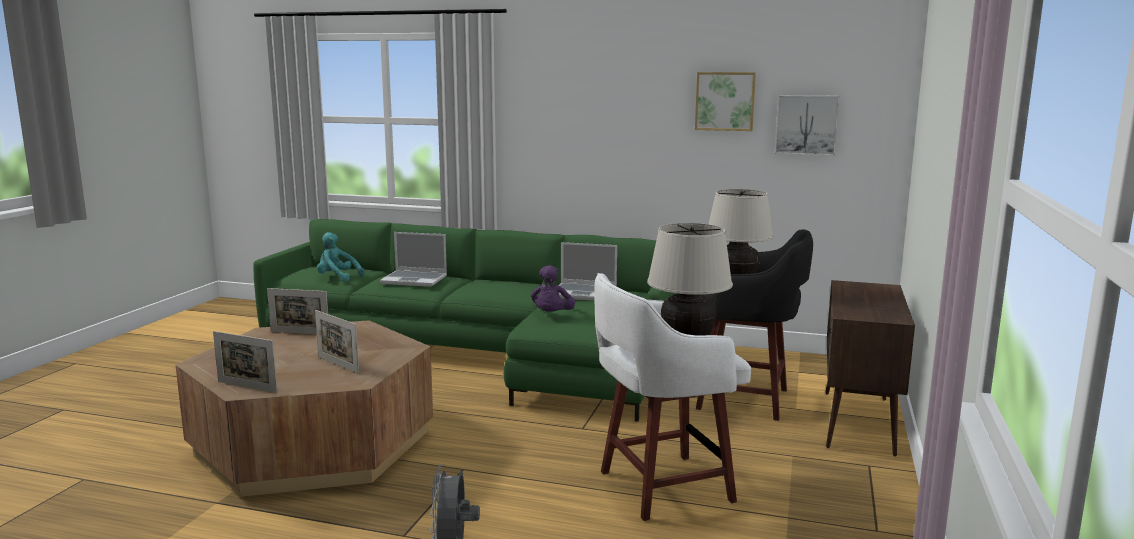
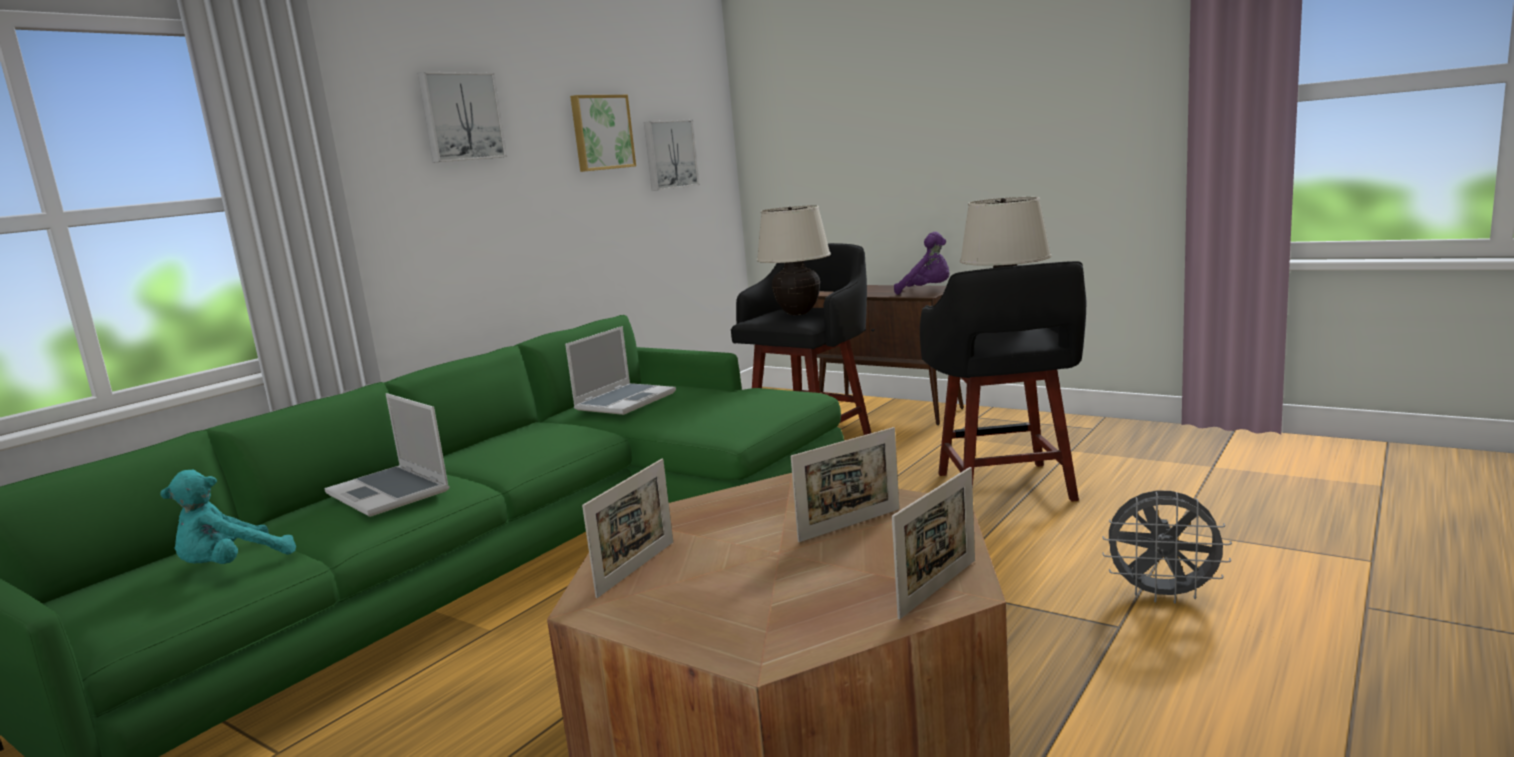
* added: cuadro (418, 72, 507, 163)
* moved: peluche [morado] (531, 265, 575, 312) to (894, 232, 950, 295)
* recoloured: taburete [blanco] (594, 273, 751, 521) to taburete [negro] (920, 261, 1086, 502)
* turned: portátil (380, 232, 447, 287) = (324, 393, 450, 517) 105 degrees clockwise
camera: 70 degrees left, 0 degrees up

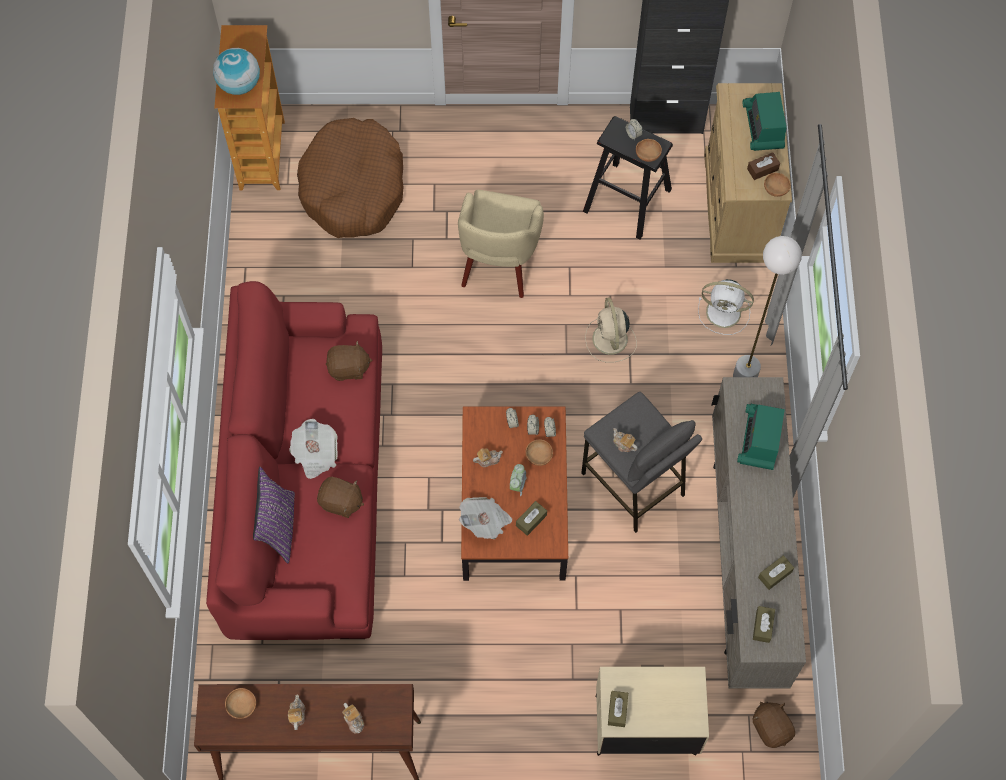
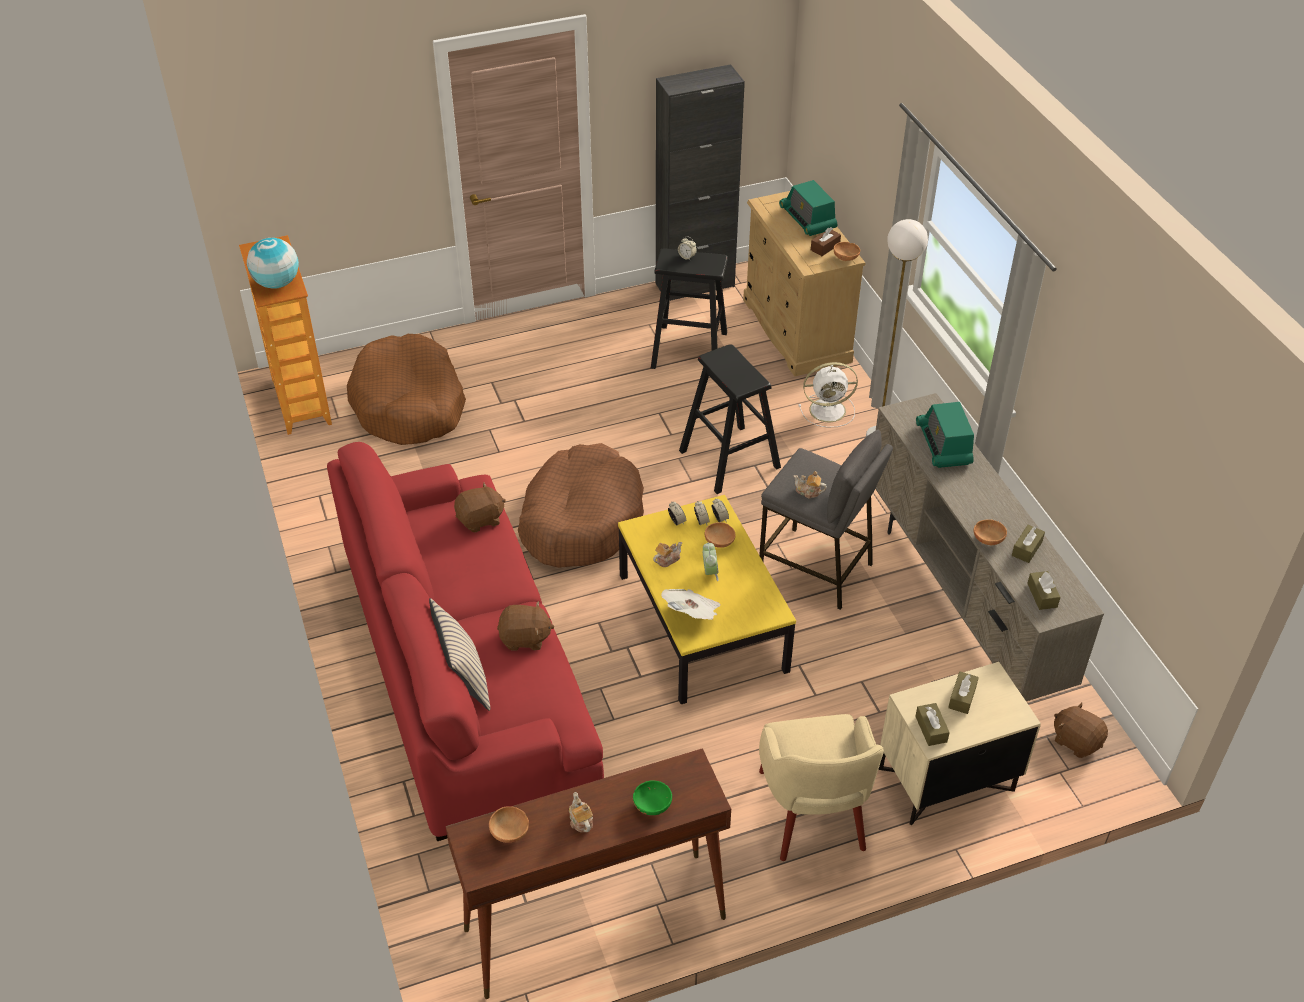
* removed: periódico (289, 419, 338, 479)
* added: cama para perro [marrón] (518, 443, 644, 568)
* moved: sillón [beis] (458, 190, 544, 298) to (759, 714, 884, 861)
* moved: caja de pañuelos [marrón] (516, 501, 547, 536) to (948, 671, 979, 714)
* moved: cuenco [marrón] (636, 139, 662, 162) to (974, 519, 1007, 545)
* replaced: tetera (342, 703, 364, 734) to cuenco [verde] (633, 780, 672, 815)
* replaced: ventilador [beis] (585, 297, 637, 363) to taburete [negro] (679, 344, 781, 494)
* recoloured: cojín [morado] (253, 467, 295, 563) to cojín [beis] (429, 598, 490, 711)
* recoloured: mesa de centro [marrón] (461, 406, 568, 581) to mesa de centro [amarillo] (618, 495, 796, 704)
camera: 20 degrees left, 20 degrees down

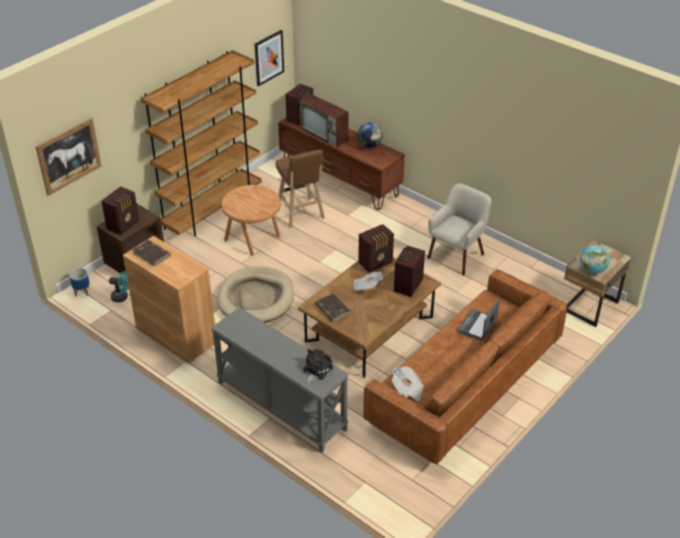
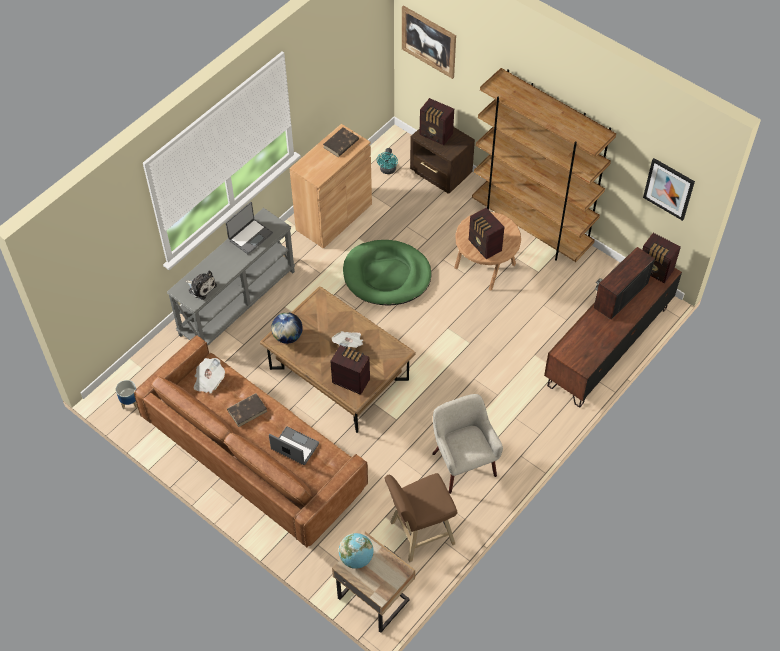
* added: portátil (226, 202, 273, 254)
* moved: maceta (69, 268, 90, 297) to (116, 380, 138, 409)
* moved: taburete [marrón] (276, 150, 325, 227) to (384, 473, 457, 563)
* moved: libro [marrón] (315, 293, 350, 322) to (227, 393, 268, 427)
* moved: globo terráqueo (357, 122, 383, 148) to (271, 312, 303, 344)
* moved: radio (358, 224, 394, 273) to (469, 208, 504, 259)
* recoloured: cama para perro [beis] (217, 266, 294, 323) to cama para perro [verde] (343, 240, 432, 306)
* turned: sillón [beis] (428, 184, 491, 276) = (432, 394, 503, 494) 150 degrees counterclockwise
camera: 90 degrees right, 15 degrees up

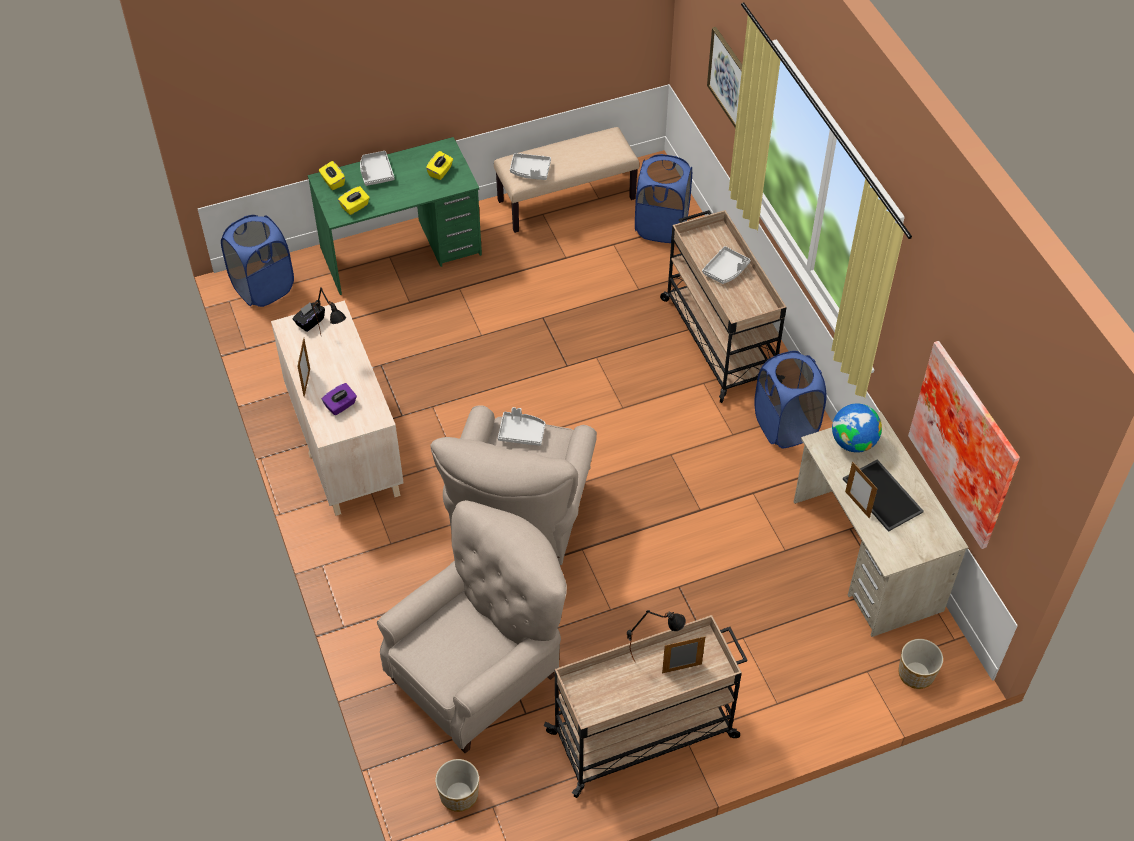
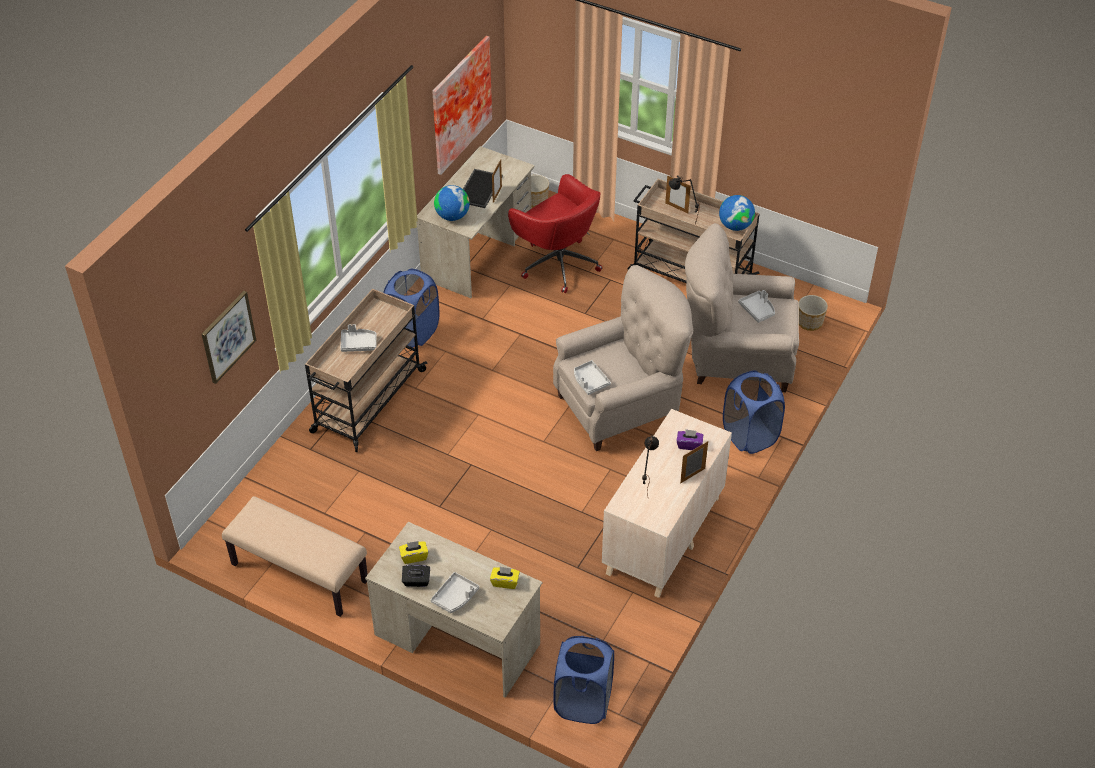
* removed: caja de pañuelos [amarillo] (319, 161, 345, 190)
* added: silla de oficina [rojo] (508, 174, 602, 293)
* added: globo terráqueo (719, 195, 755, 231)
* moved: caja de pañuelos [negro] (293, 302, 325, 332) to (402, 565, 430, 587)
* moved: bandeja [gris] (510, 153, 551, 180) to (738, 290, 775, 323)
* moved: cesto de la ropa [azul] (635, 154, 692, 243) to (723, 370, 785, 454)
* recoloured: escritorio [verde] (308, 137, 482, 295) to escritorio [beis] (365, 522, 542, 698)
camera: 130 degrees left, 5 degrees down

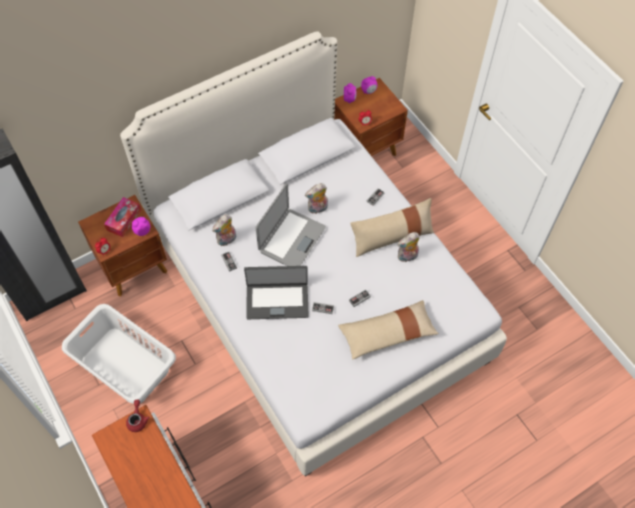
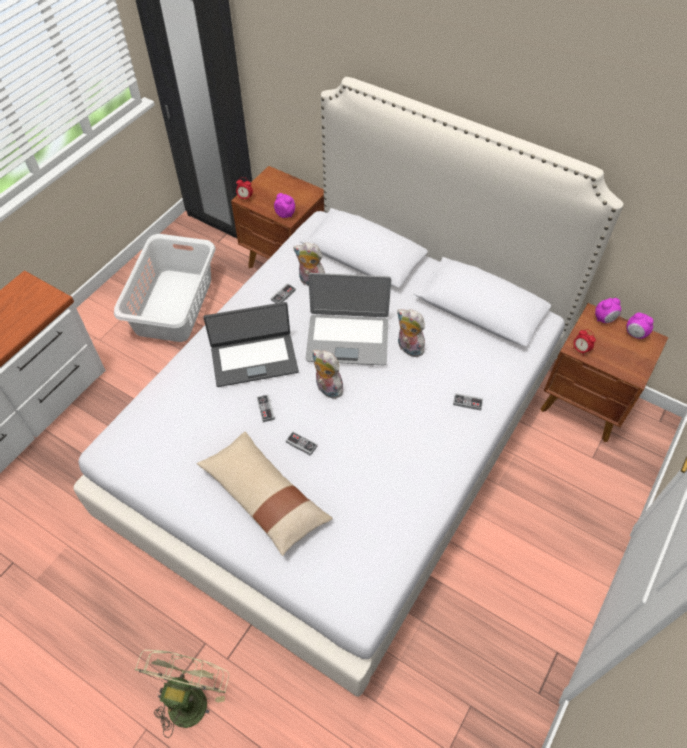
* removed: caja de pañuelos (104, 197, 141, 237)
* removed: tetera [rojo] (126, 399, 150, 432)
* removed: cojín [beis] (350, 198, 434, 257)
* added: ventilador [verde] (135, 650, 229, 738)
* moved: peluche (397, 232, 420, 263) to (312, 350, 347, 399)
* turned: portátil (244, 266, 309, 319) = (203, 302, 299, 387) 75 degrees counterclockwise
camera: 65 degrees right, 5 degrees down

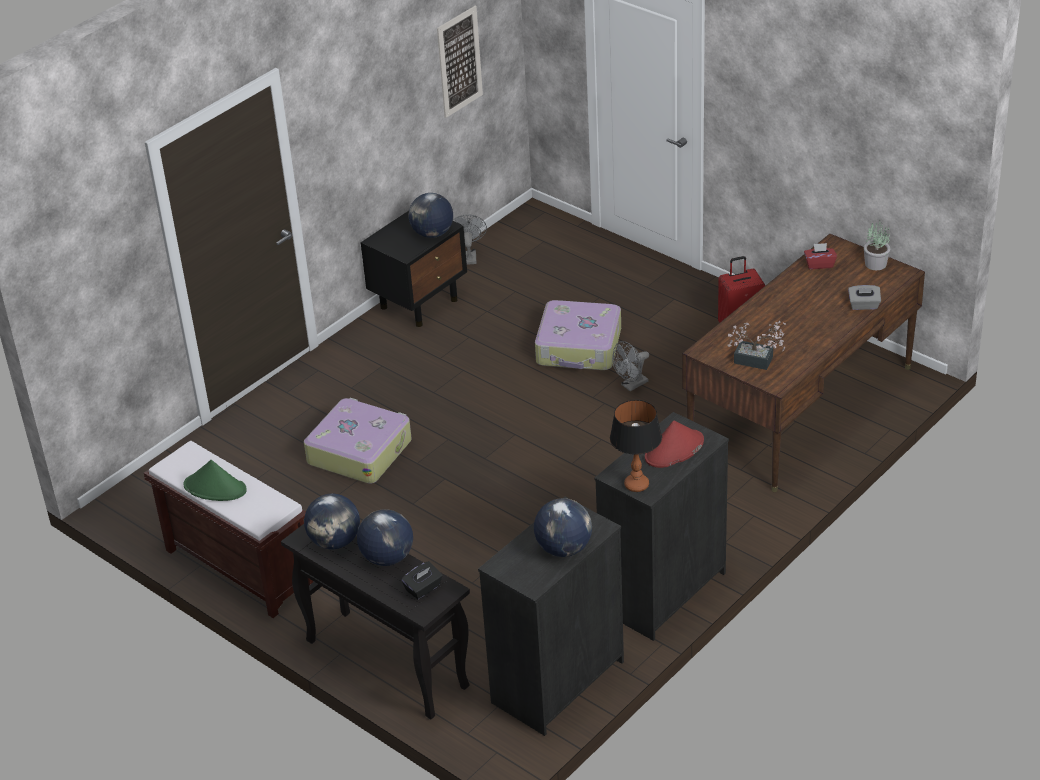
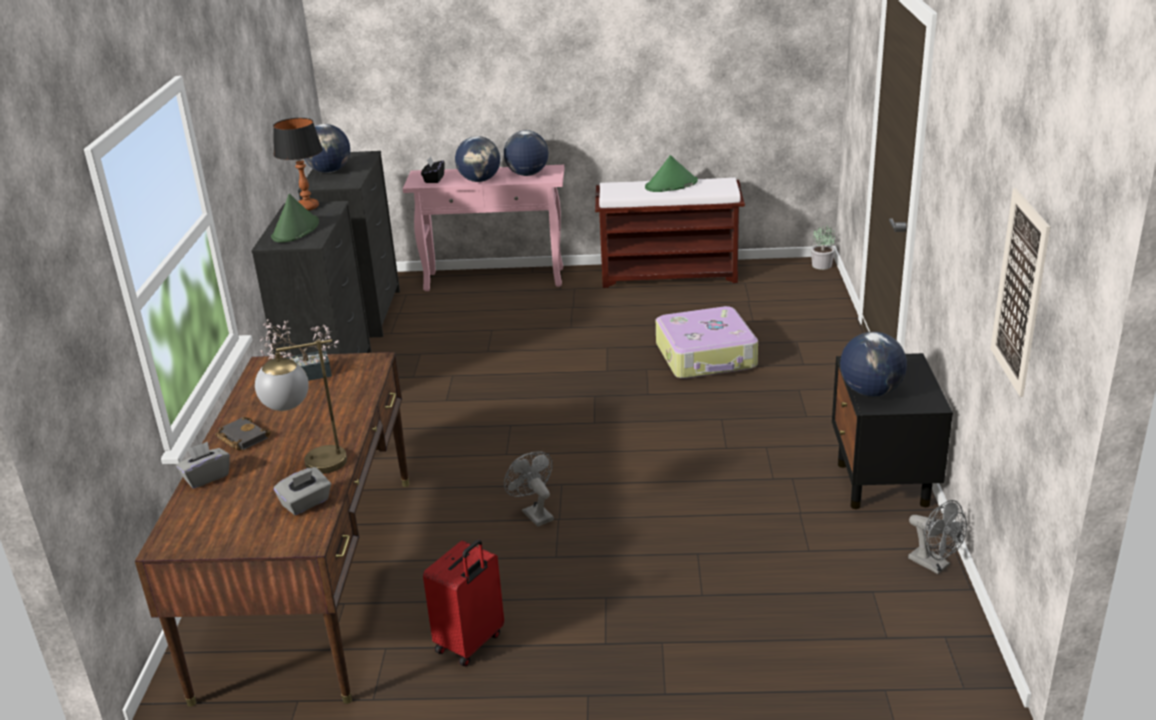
* removed: maleta (535, 300, 621, 370)
* added: libro [negro] (215, 417, 271, 451)
* added: lámpara de mesa (255, 339, 347, 474)
* moved: planta en maceta (864, 222, 890, 270) to (811, 226, 835, 270)
* recoloured: mesa consola [negro] (281, 524, 470, 720) to mesa consola [rosa] (403, 165, 564, 291)
* recoloured: sombrero [rojo] (645, 420, 704, 468) to sombrero [verde] (271, 194, 319, 243)
* recoloured: caja de pañuelos [rojo] (804, 243, 837, 269) to caja de pañuelos [gris] (274, 467, 331, 515)
* turned: ventilador [gris] (612, 341, 649, 391) = (504, 451, 554, 527) 45 degrees counterclockwise
camera: 140 degrees right, 10 degrees down

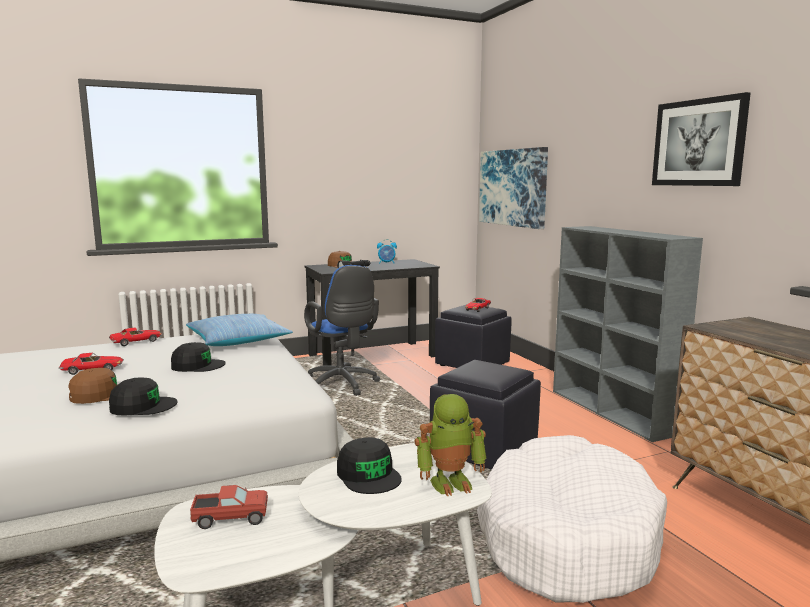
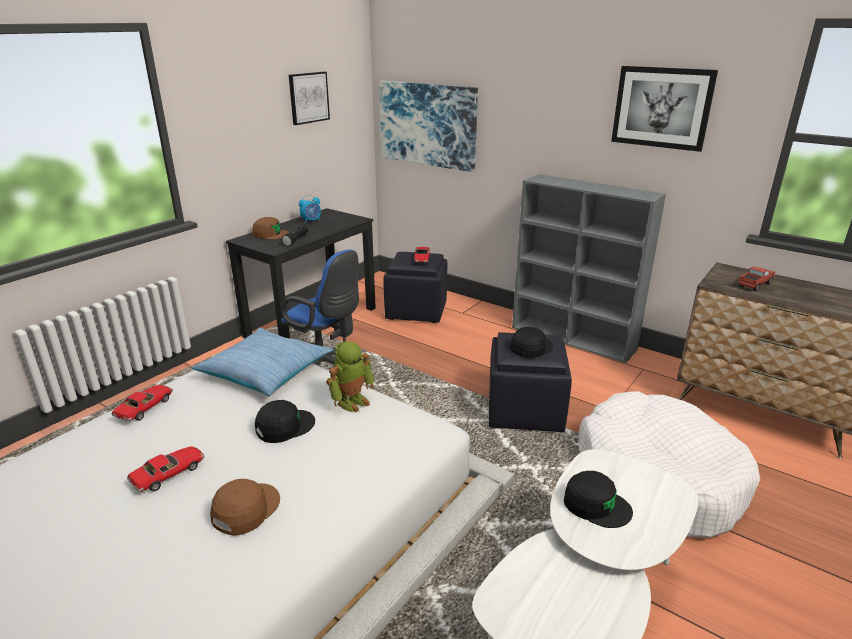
* added: cuadro (289, 72, 330, 125)
* moved: gorra [negro] (109, 377, 178, 416) to (510, 327, 553, 358)
* moved: camión de juguete (190, 485, 268, 529) to (739, 266, 775, 291)
* moved: robot de juguete (415, 394, 487, 496) to (326, 342, 375, 413)
camera: 30 degrees left, 15 degrees up

